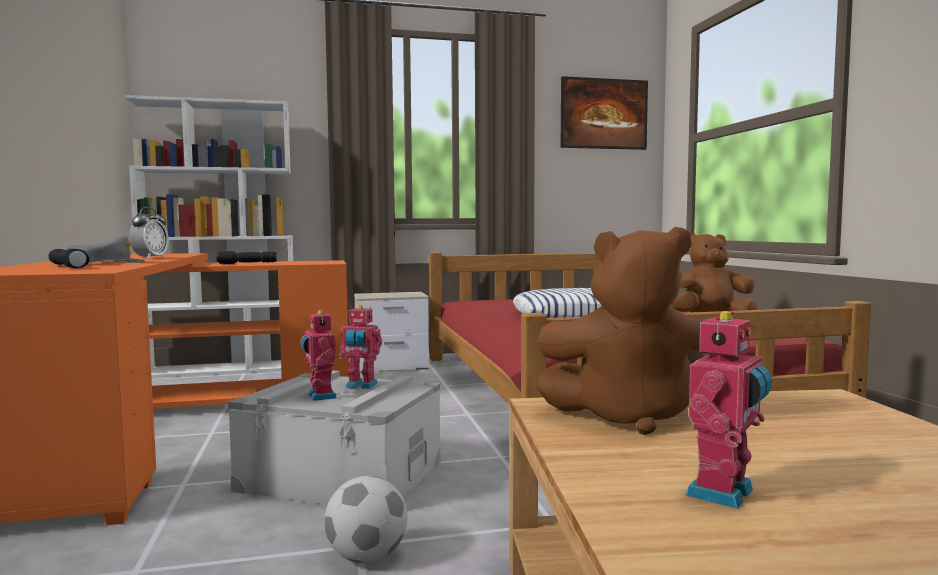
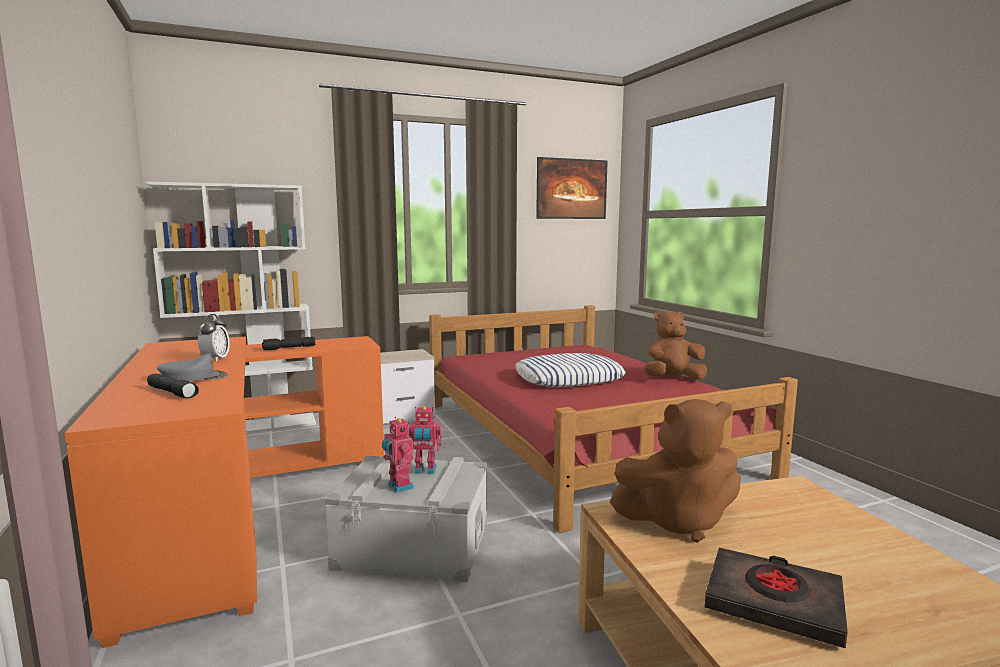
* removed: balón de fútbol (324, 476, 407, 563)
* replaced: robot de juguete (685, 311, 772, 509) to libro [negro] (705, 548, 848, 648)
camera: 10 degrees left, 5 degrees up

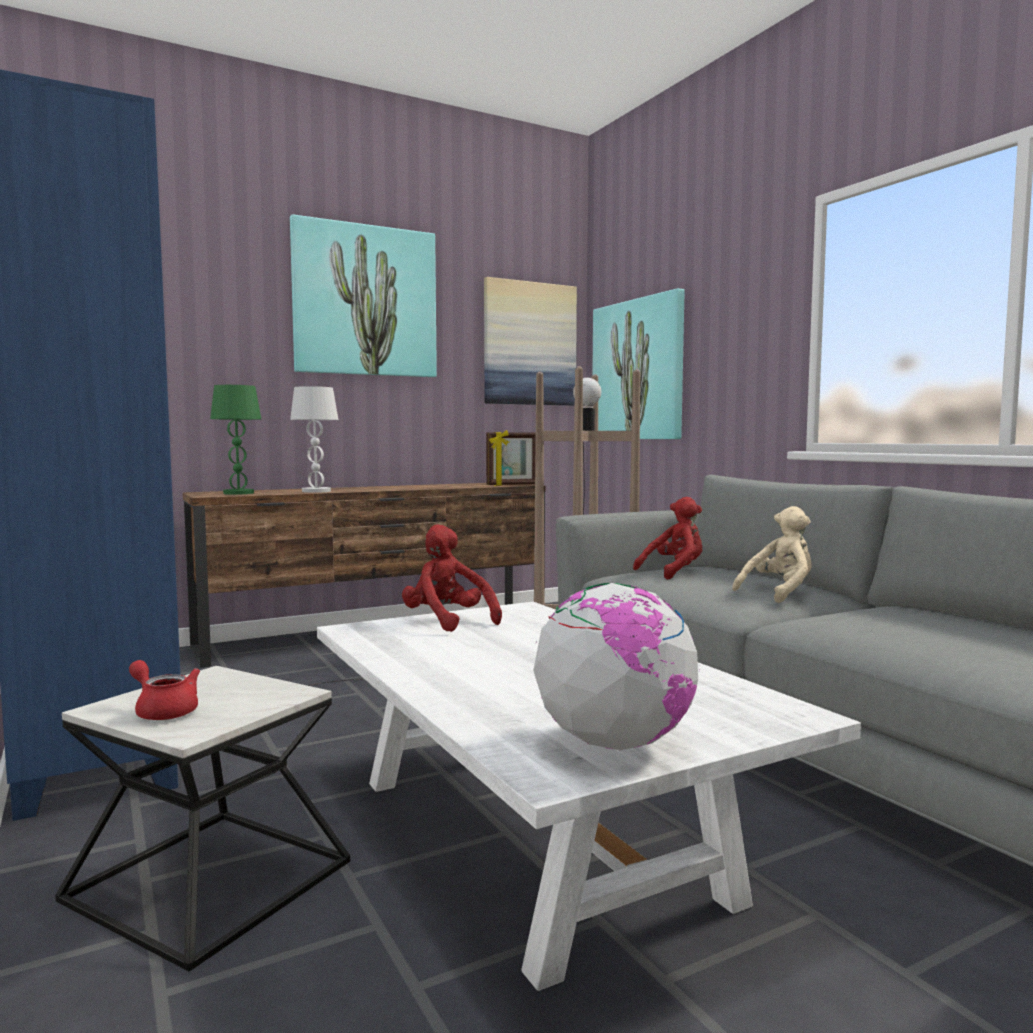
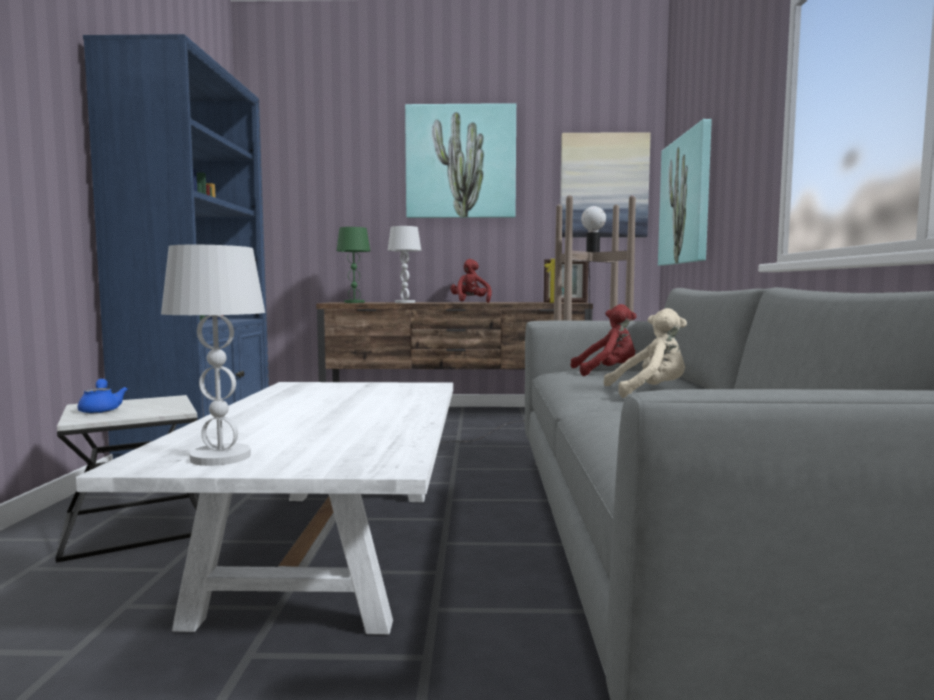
* moved: peluche [rojo] (402, 524, 502, 632) to (450, 259, 492, 303)
* replaced: globo terráqueo (533, 583, 698, 750) to lámpara de mesa [blanco] (161, 245, 265, 466)
* recoloured: tetera [rojo] (129, 660, 200, 720) to tetera [azul] (77, 379, 128, 413)
camera: 30 degrees right, 0 degrees up

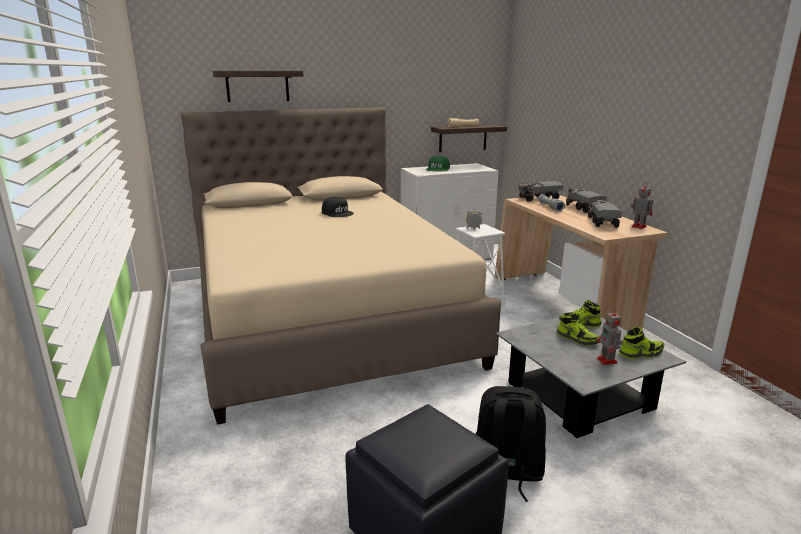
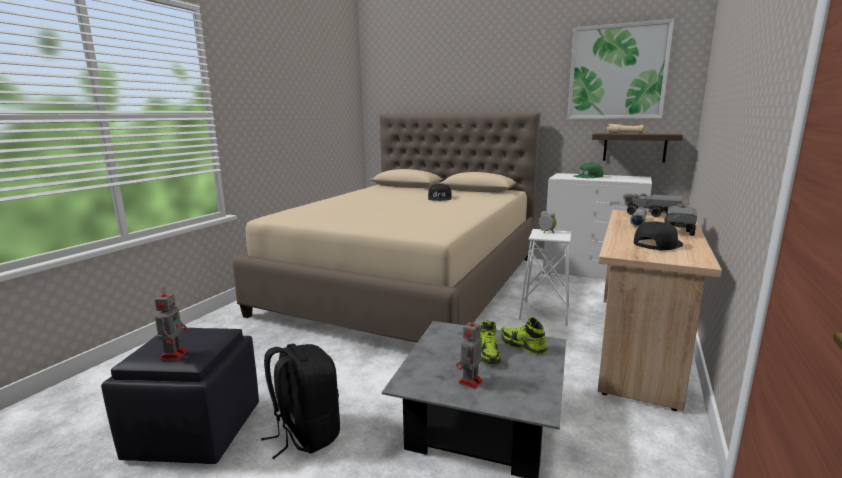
* removed: estante (213, 71, 303, 102)
* removed: zapato (619, 327, 664, 359)
* added: cuadro (567, 19, 674, 119)
* moved: robot de juguete (630, 184, 653, 229) to (154, 287, 188, 359)
* replaced: camión de juguete (588, 199, 622, 227) to gorra [negro] (634, 221, 683, 250)
camera: 45 degrees right, 5 degrees down

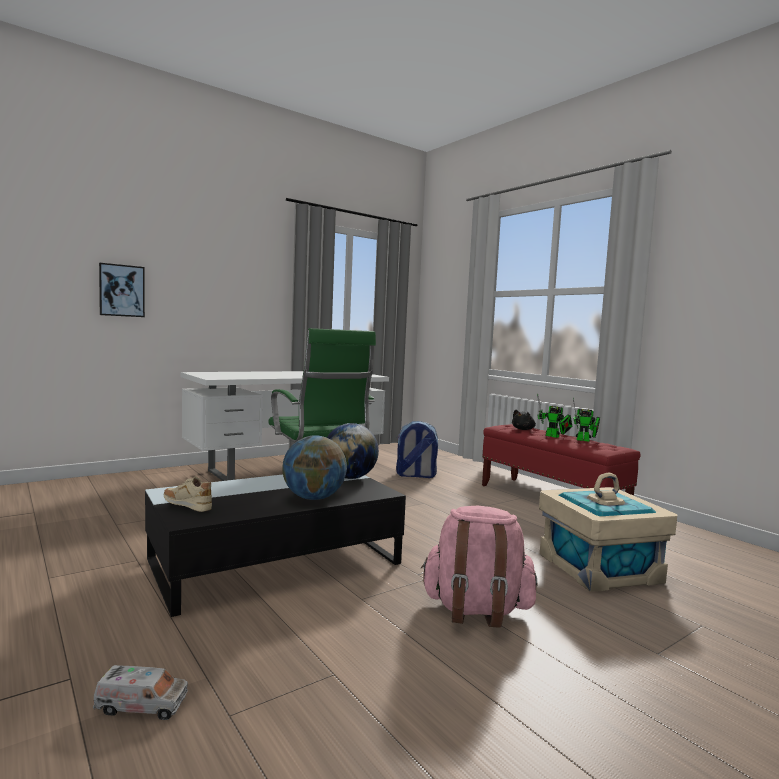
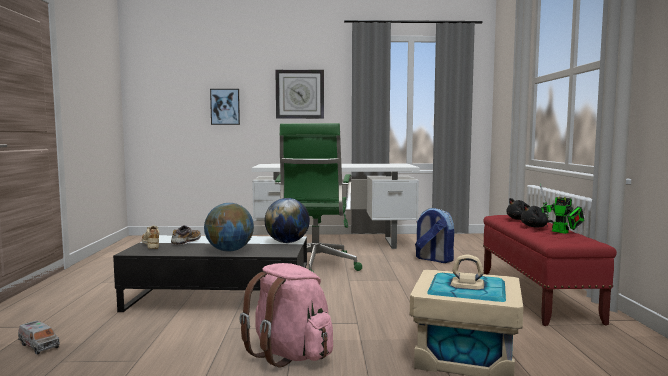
* added: zapato (171, 225, 201, 245)
* added: reloj de pared (275, 70, 324, 119)
* replaced: robot de juguete (537, 394, 572, 438) to peluche [negro] (521, 204, 554, 227)
camera: 35 degrees right, 0 degrees up

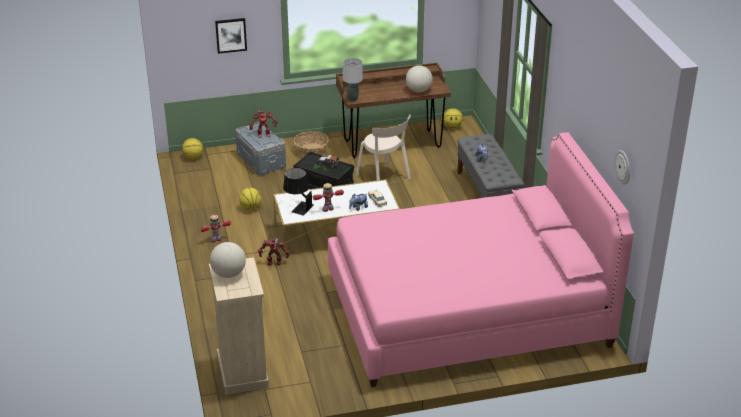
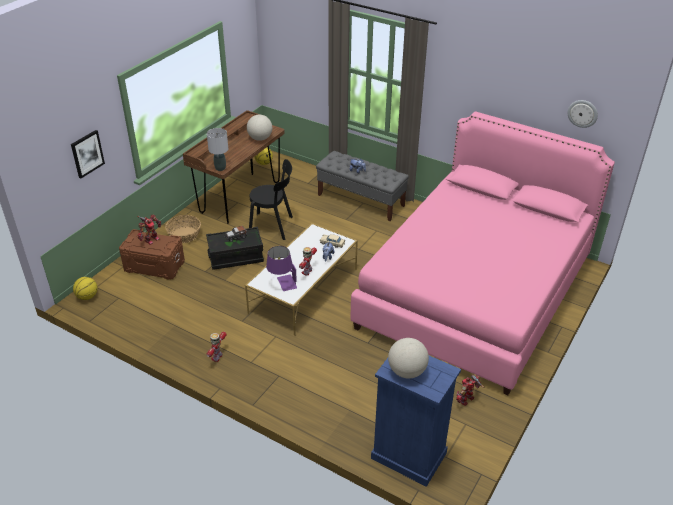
* removed: balón de baloncesto (239, 188, 261, 210)
* moved: robot de juguete (258, 238, 290, 265) to (456, 375, 484, 406)
* recoloured: cómoda [beis] (209, 257, 269, 395) to cómoda [azul] (371, 356, 461, 487)
* recoloured: caja de almacenaje [gris] (235, 122, 286, 175) to caja de almacenaje [marrón] (119, 229, 185, 280)
* recoloured: lámpara de mesa [negro] (283, 168, 314, 216) to lámpara de mesa [morado] (266, 246, 297, 291)
* recoloured: silla [beis] (356, 114, 411, 180) to silla [negro] (249, 159, 293, 240)
camera: 45 degrees left, 5 degrees up

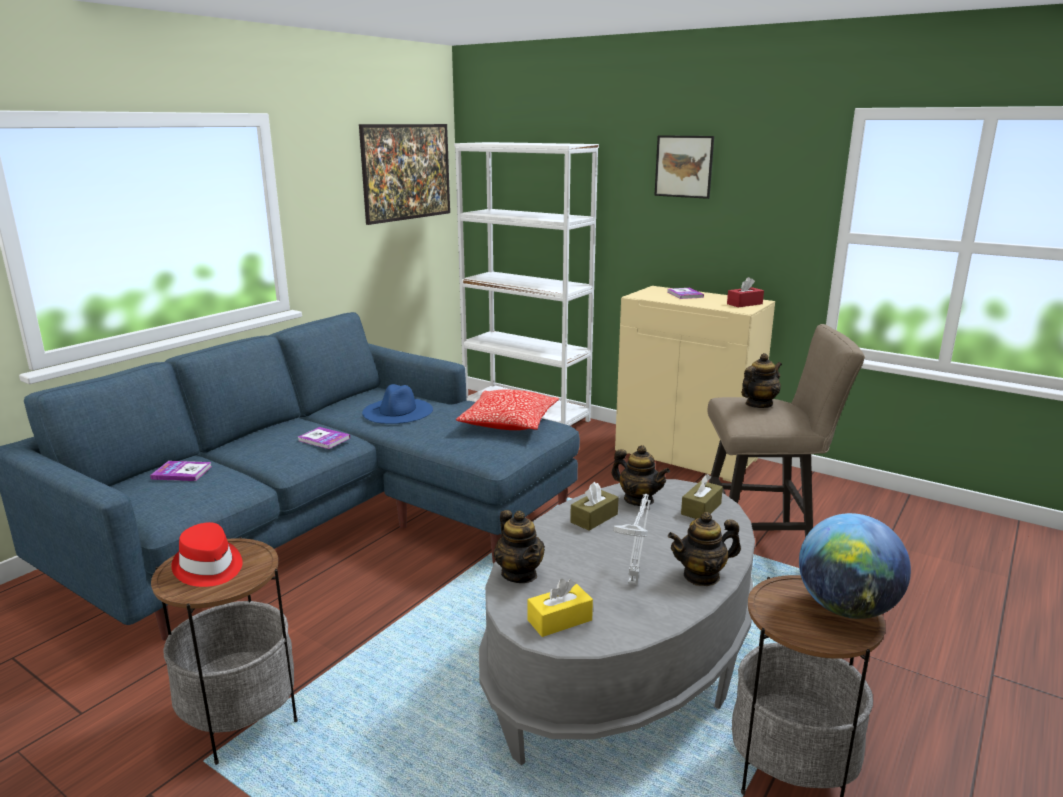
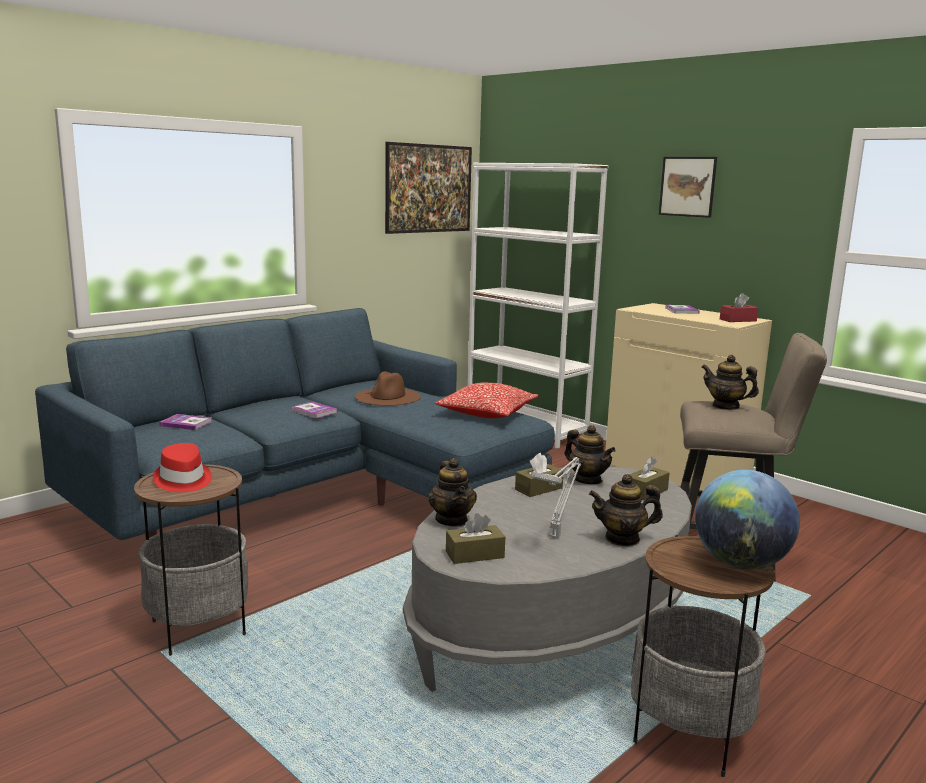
* recoloured: sombrero [azul] (362, 384, 433, 424) to sombrero [marrón] (355, 371, 421, 406)
* recoloured: caja de pañuelos [amarillo] (527, 579, 593, 637) to caja de pañuelos [marrón] (446, 513, 505, 564)
* turned: tetera (741, 353, 782, 408) = (702, 355, 759, 410) 120 degrees counterclockwise
camera: 10 degrees right, 5 degrees down

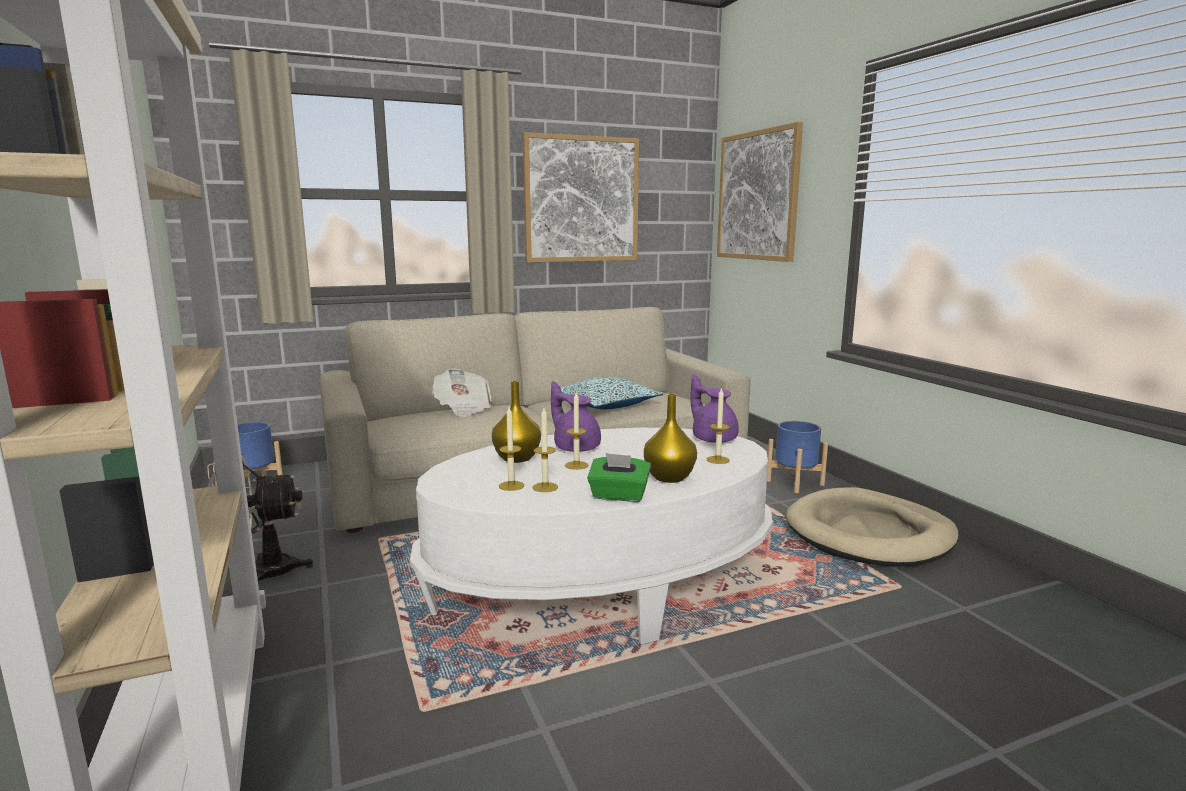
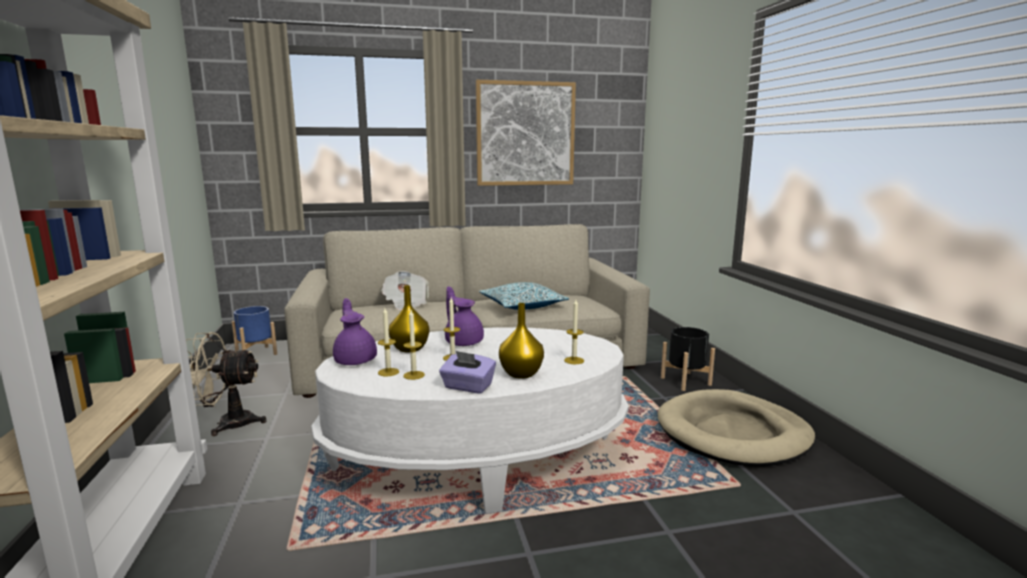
* removed: cuadro (717, 122, 803, 262)
* moved: tetera [morado] (690, 375, 739, 443) to (333, 298, 377, 365)
* recoloured: caja de pañuelos [verde] (587, 453, 651, 502) to caja de pañuelos [morado] (439, 351, 496, 394)
* recoloured: maceta [azul] (767, 421, 828, 493) to maceta [negro] (661, 327, 715, 391)
camera: 10 degrees right, 0 degrees up

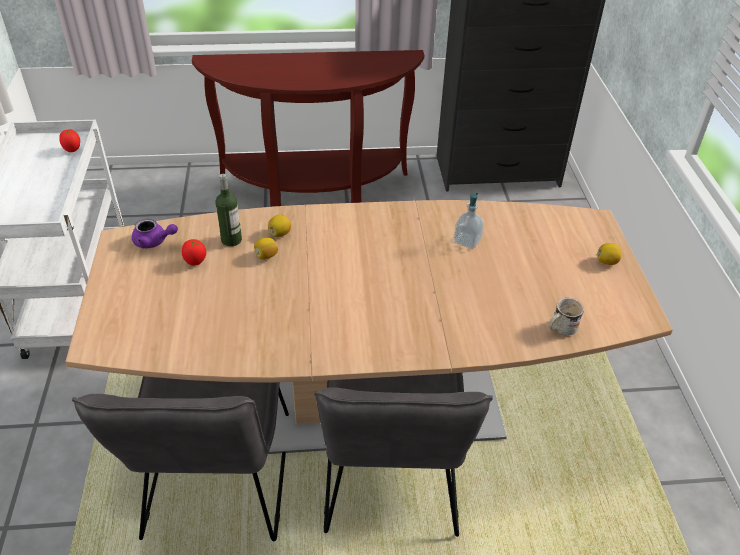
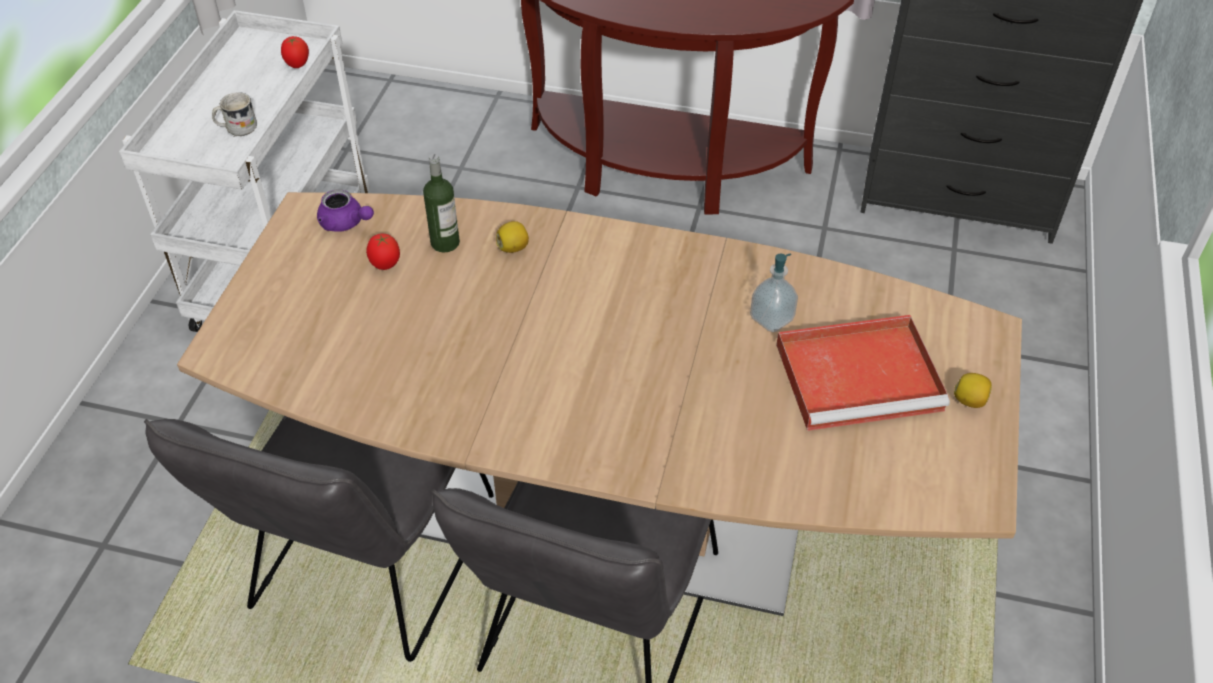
* removed: limón (254, 238, 278, 260)
* added: bandeja [rojo] (776, 315, 950, 431)
* moved: taza grande [blanco] (549, 298, 584, 337) to (212, 92, 257, 136)
camera: 20 degrees right, 5 degrees up

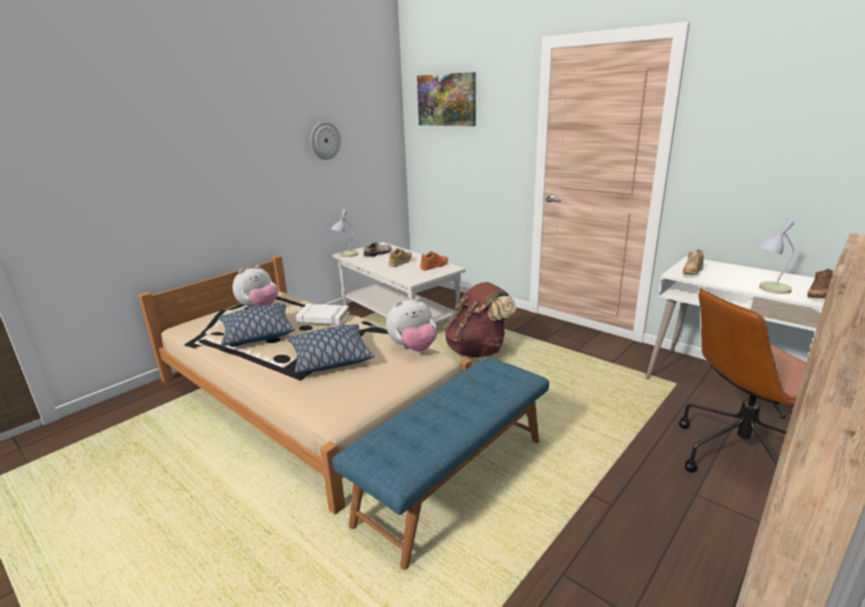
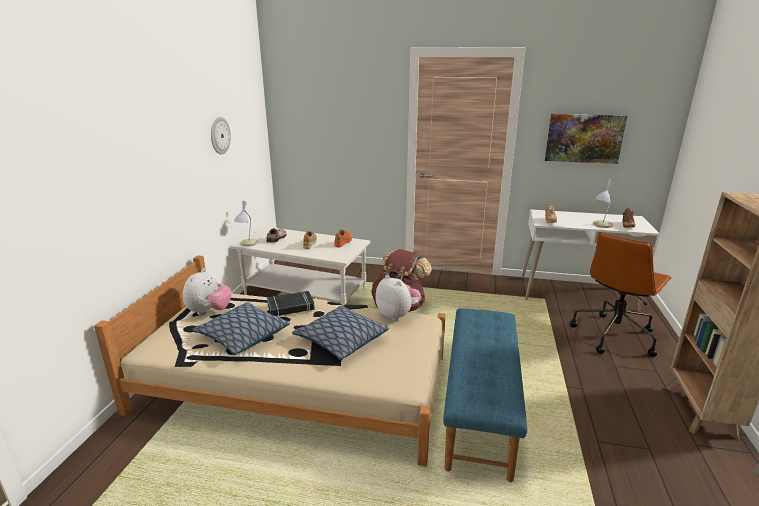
* moved: cuadro (417, 72, 476, 126) to (545, 114, 627, 164)
* recoloured: libro [blanco] (296, 304, 349, 325) to libro [negro] (267, 291, 315, 317)
* turned: peluche (386, 297, 437, 352) = (376, 275, 421, 321) 75 degrees counterclockwise
camera: 30 degrees left, 0 degrees up

